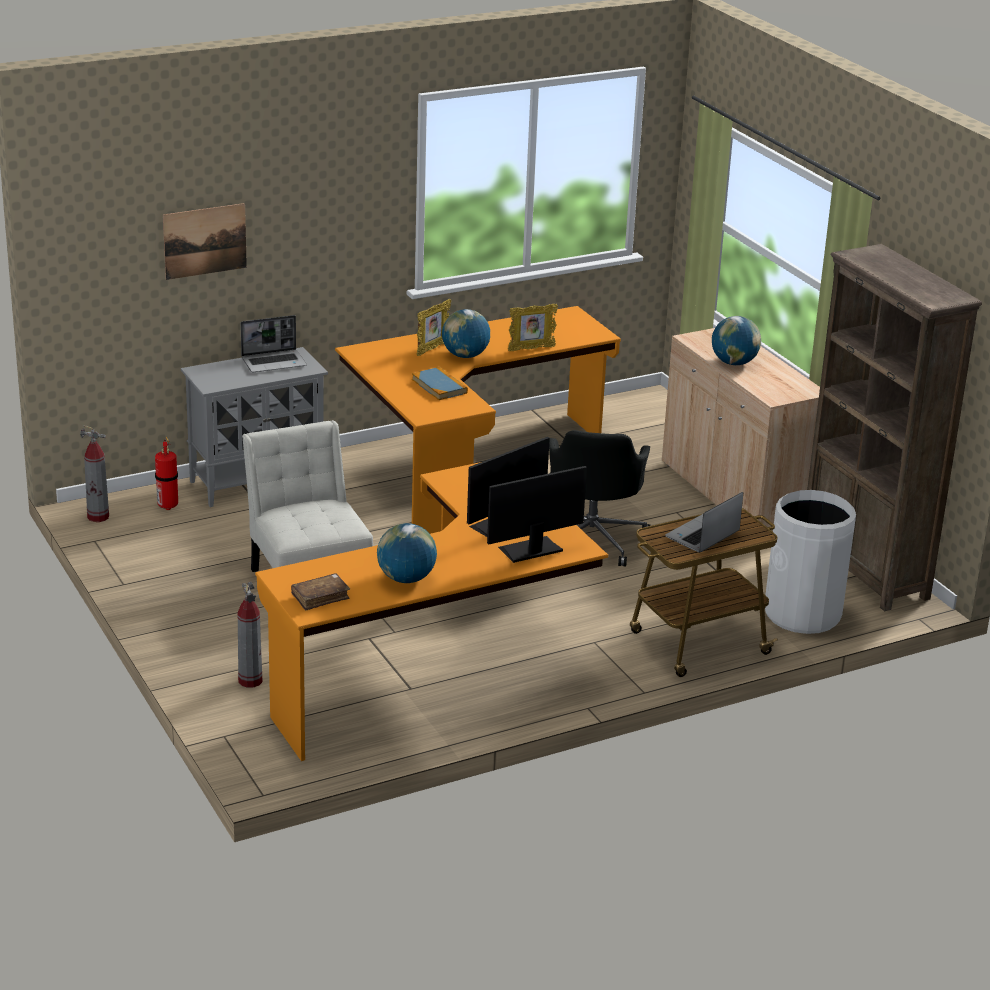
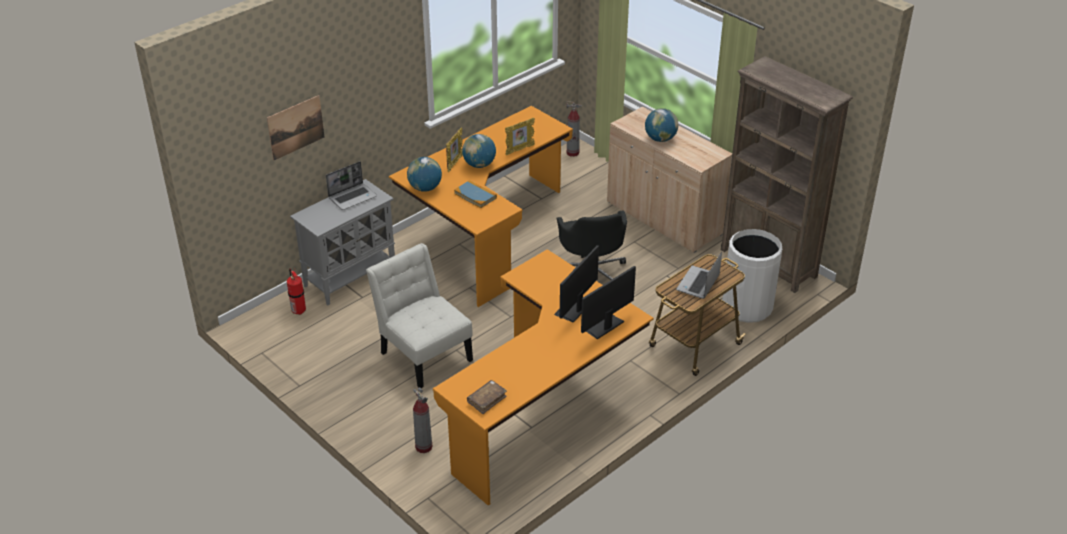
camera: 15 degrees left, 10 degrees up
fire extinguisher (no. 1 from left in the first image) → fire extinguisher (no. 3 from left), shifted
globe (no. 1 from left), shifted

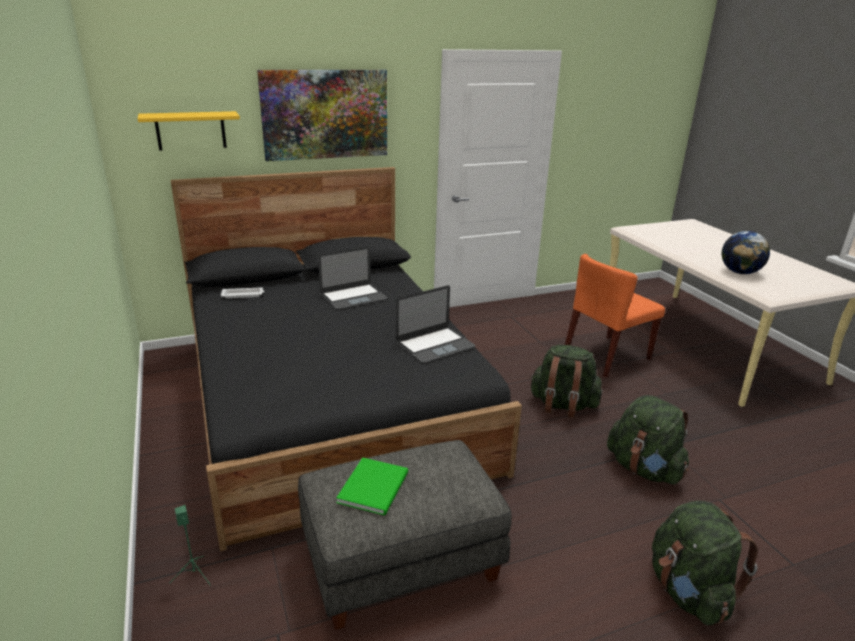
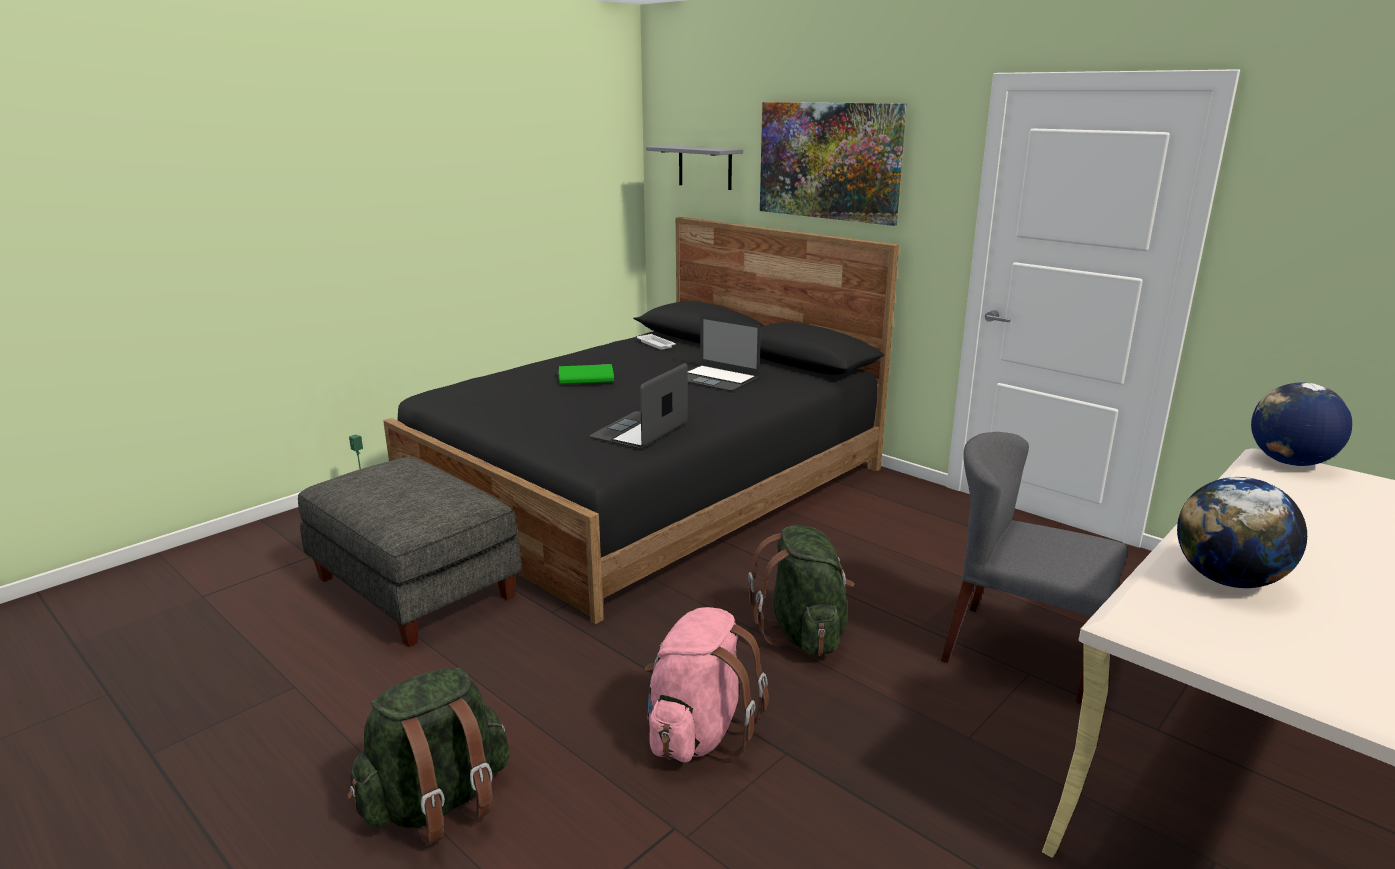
camera: 65 degrees right, 5 degrees down
- → globe (no. 2 from left)
bound book (green), shifted
wall shelf (yellowish) → wall shelf (greyish)
chair (orange-coloured) → chair (greyish)
backpack (green) (no. 2 from left) → backpack (pink)
laptop (no. 2 from left in the first image) → laptop (no. 1 from left), 90 degrees clockwise

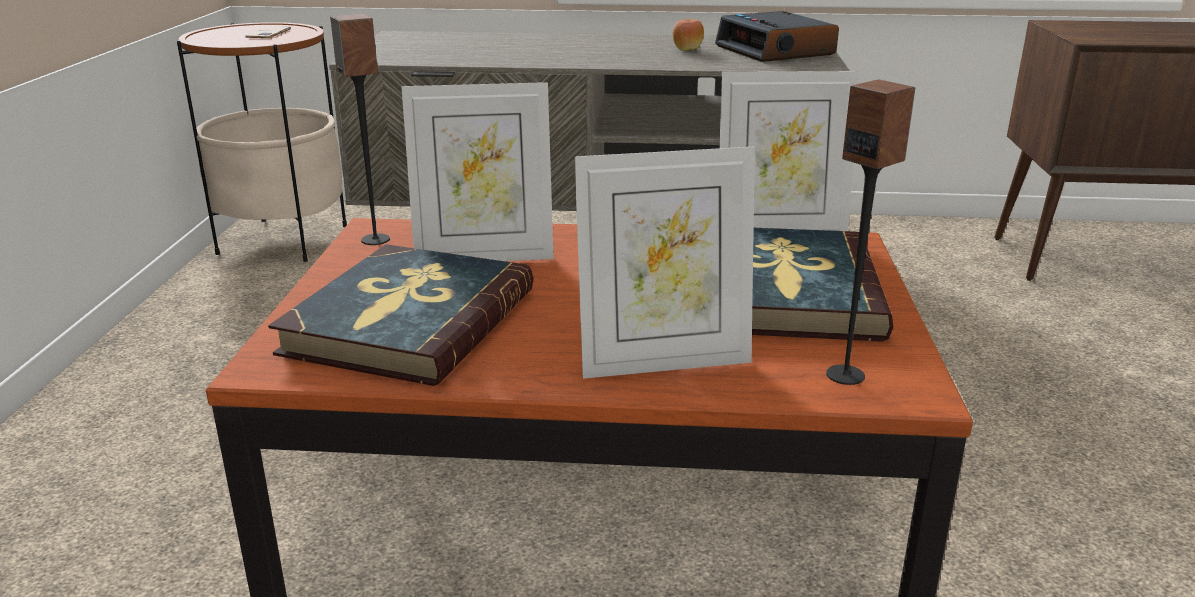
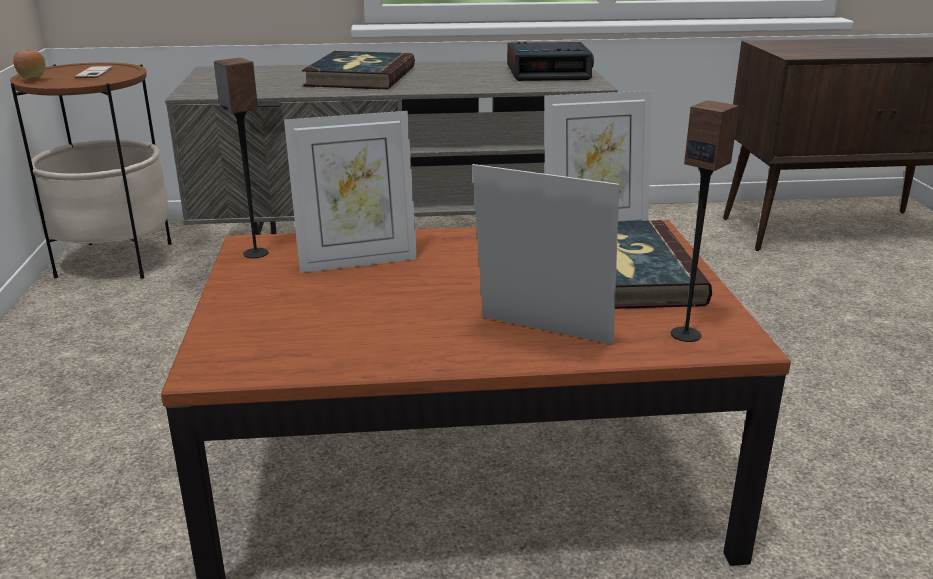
camera: 10 degrees left, 0 degrees up
bound book (no. 1 from left), shifted
apple, shifted
standing frame (no. 2 from left), 135 degrees counterclockwise
alarm clock, 60 degrees counterclockwise

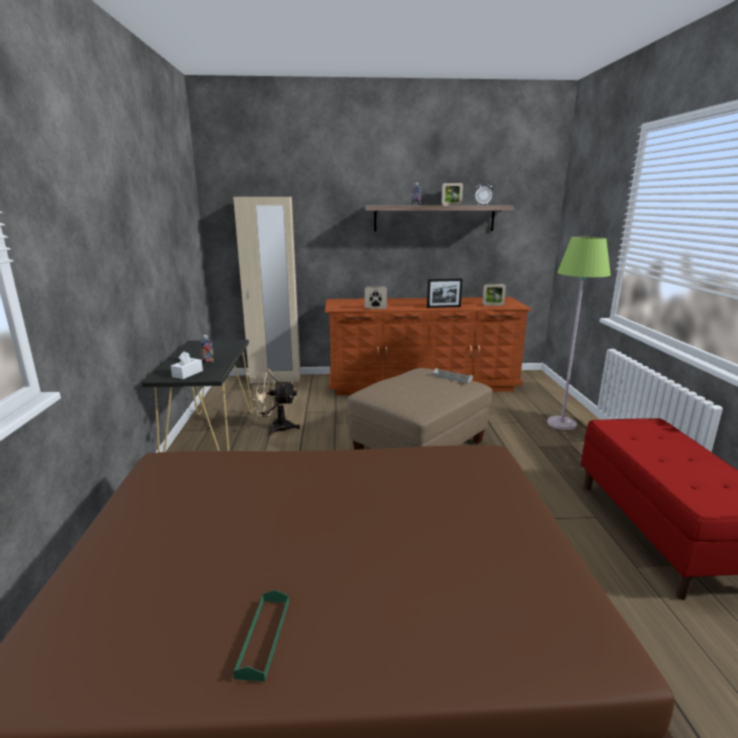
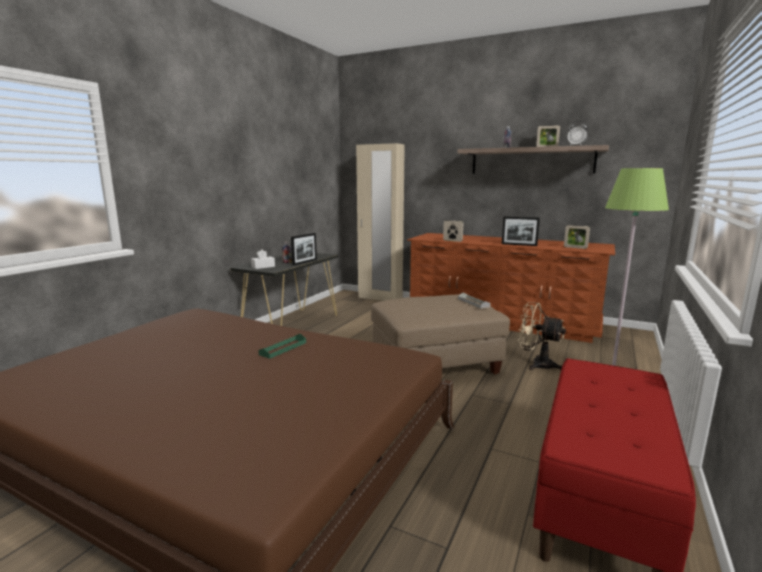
camera: 30 degrees right, 5 degrees down
- → standing frame (no. 1 from left)
tray (green), shifted
electric fan (beige), shifted

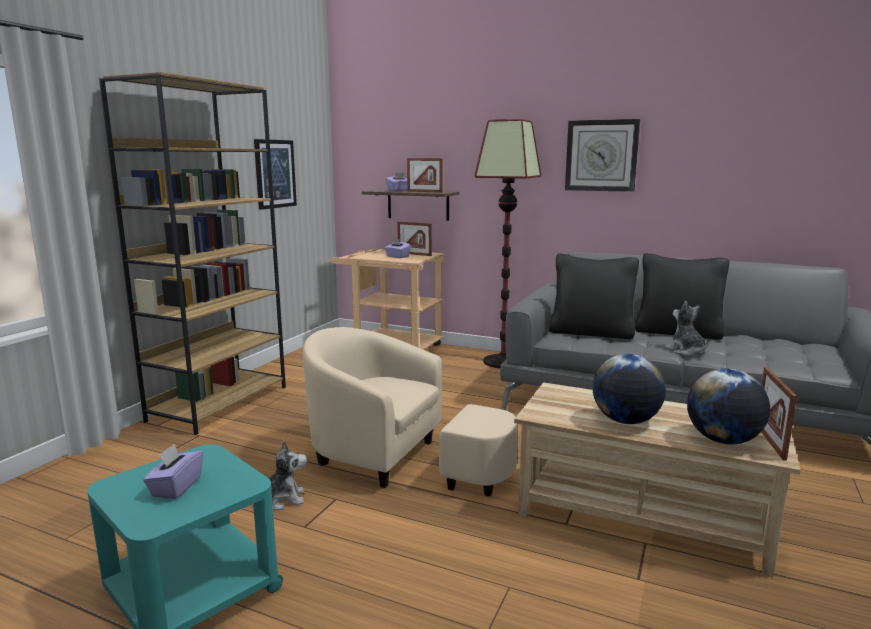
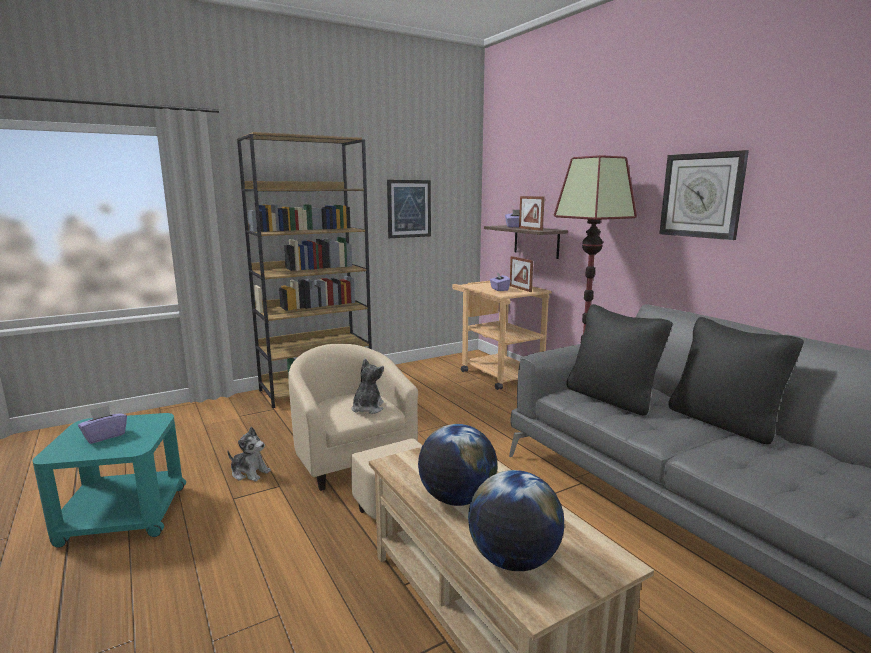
camera: 35 degrees right, 0 degrees up
standing frame (no. 3 from left) → -
plush toy (no. 2 from left), shifted

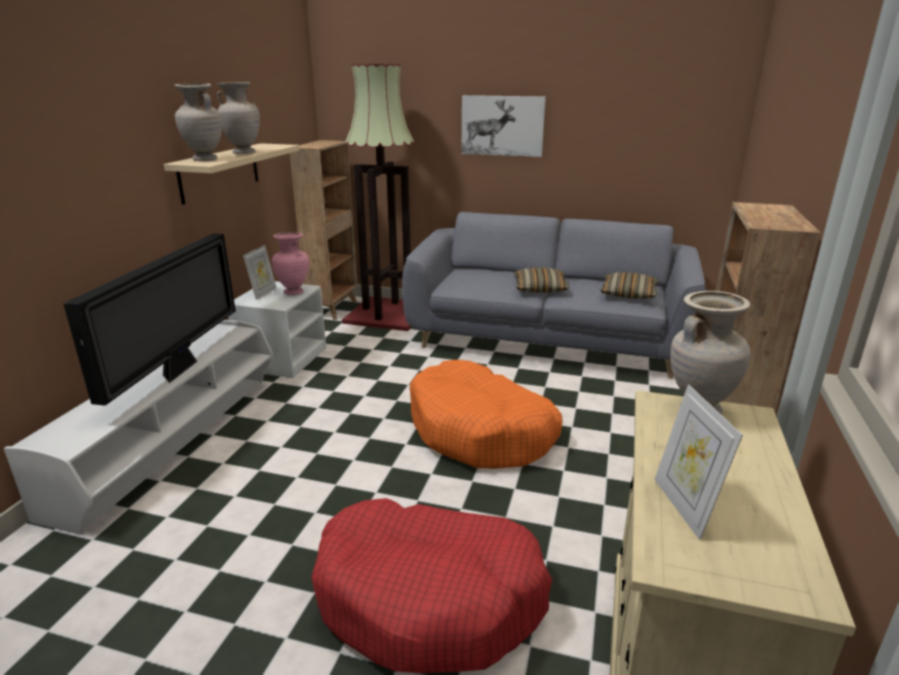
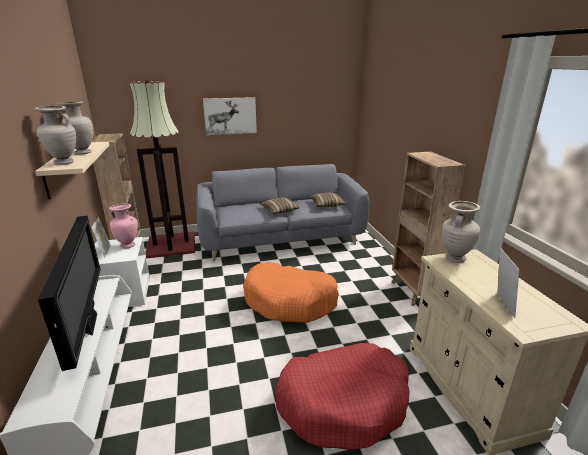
camera: 30 degrees left, 0 degrees up
standing frame (no. 2 from left), 135 degrees counterclockwise

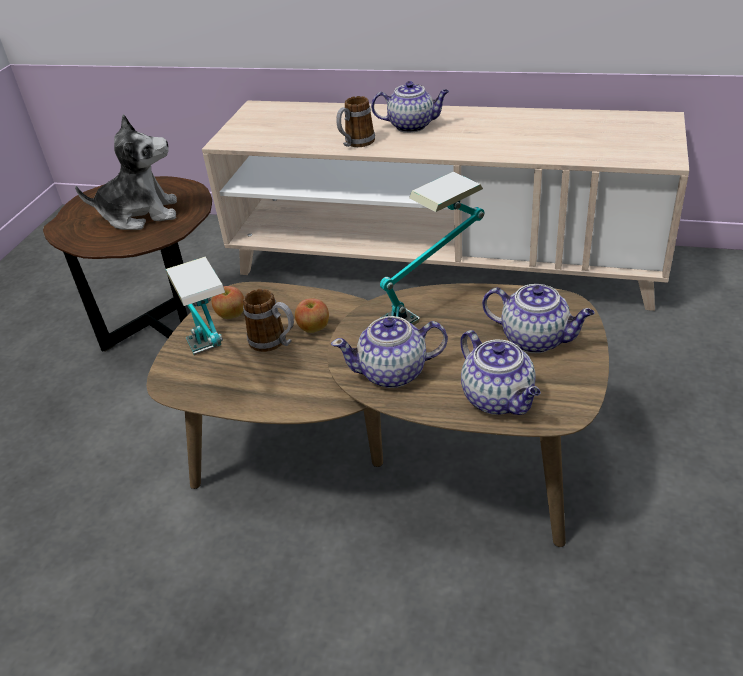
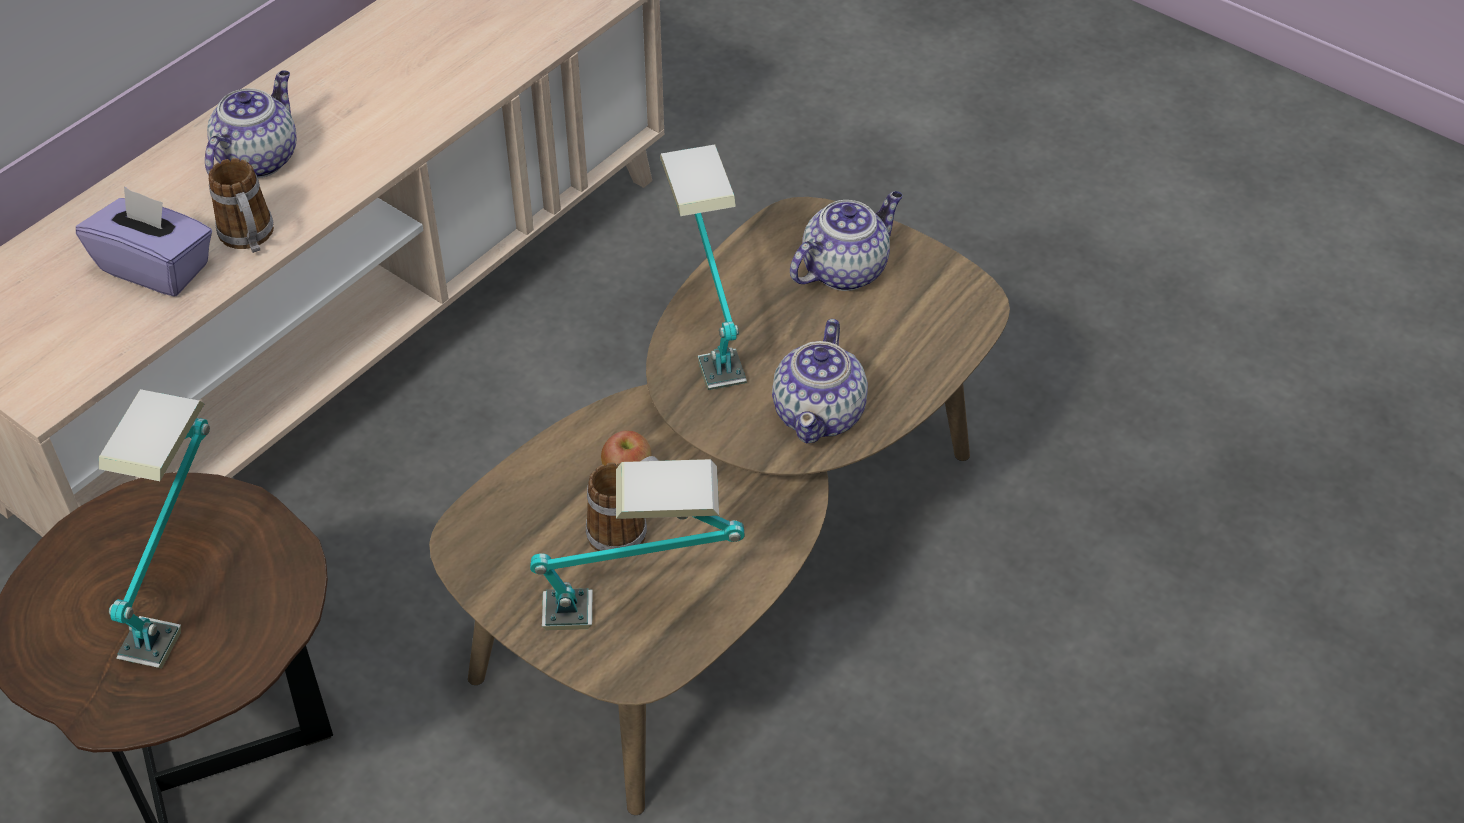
camera: 70 degrees left, 10 degrees up
apple (no. 1 from left) → -
teapot (no. 3 from left) → -
- → tissue box (purple)
plush toy → table lamp (no. 1 from left)

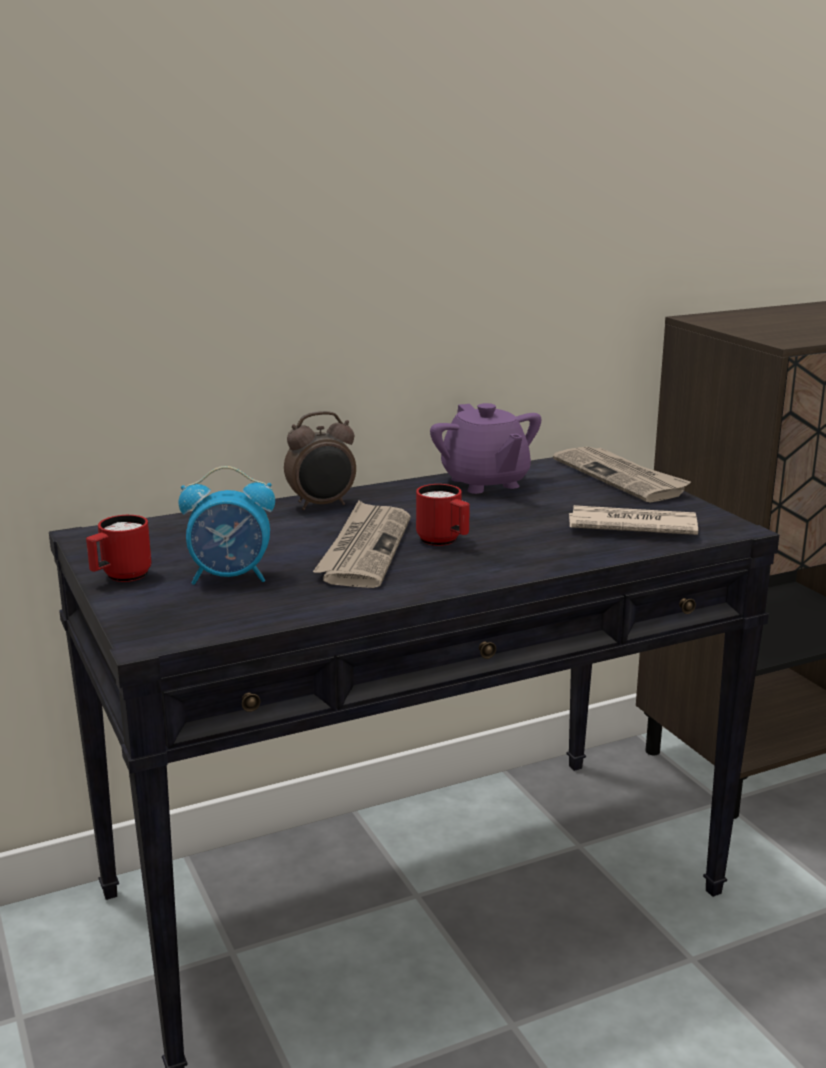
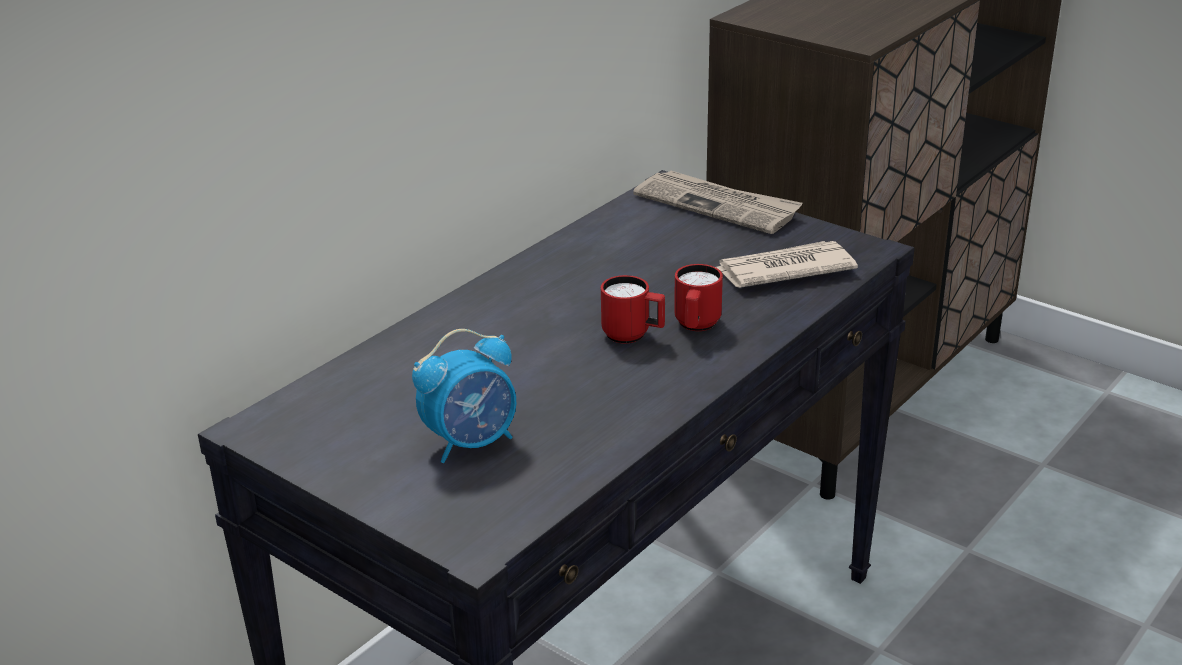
camera: 25 degrees left, 10 degrees up
alarm clock (no. 2 from left) → -
printed paper (no. 1 from left) → -
teapot (purple) → -
coffee mug (red-coloured) (no. 1 from left in the first image) → coffee mug (red-coloured) (no. 2 from left), shifted

